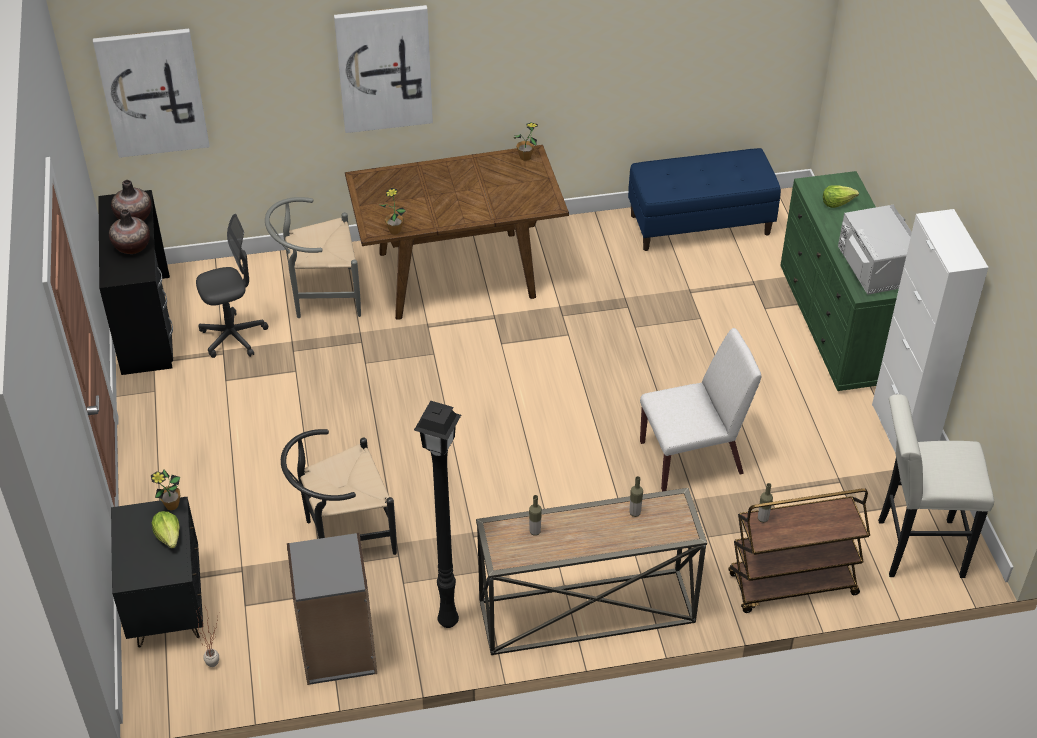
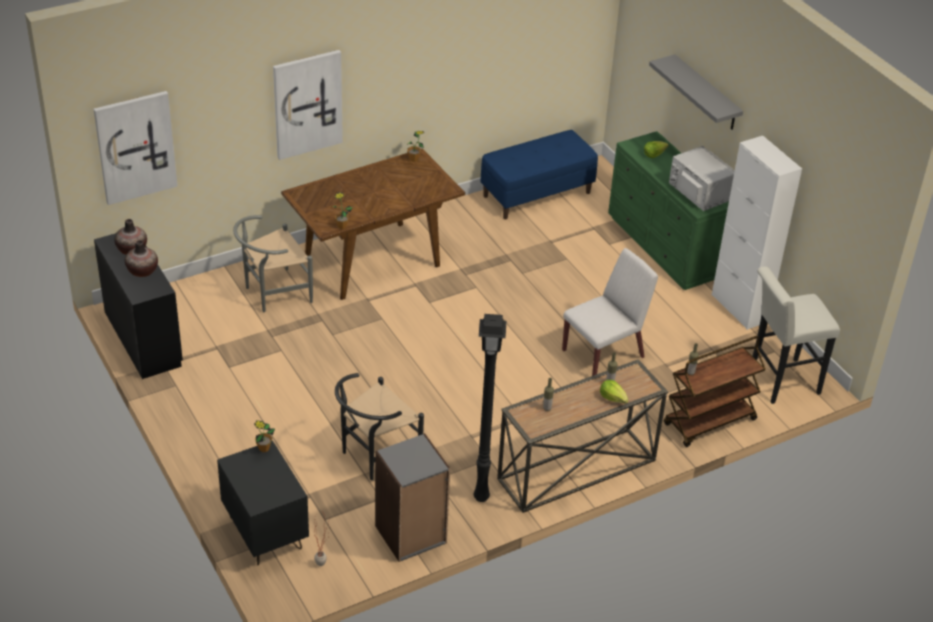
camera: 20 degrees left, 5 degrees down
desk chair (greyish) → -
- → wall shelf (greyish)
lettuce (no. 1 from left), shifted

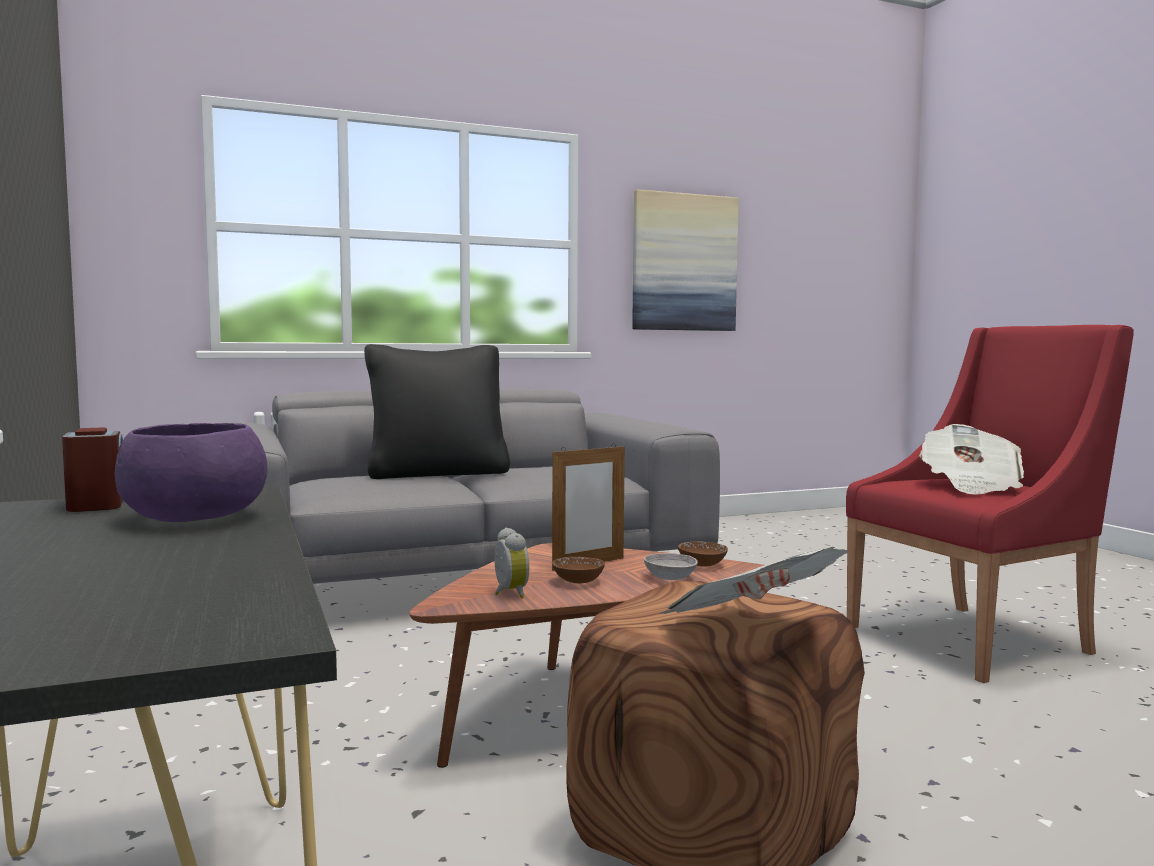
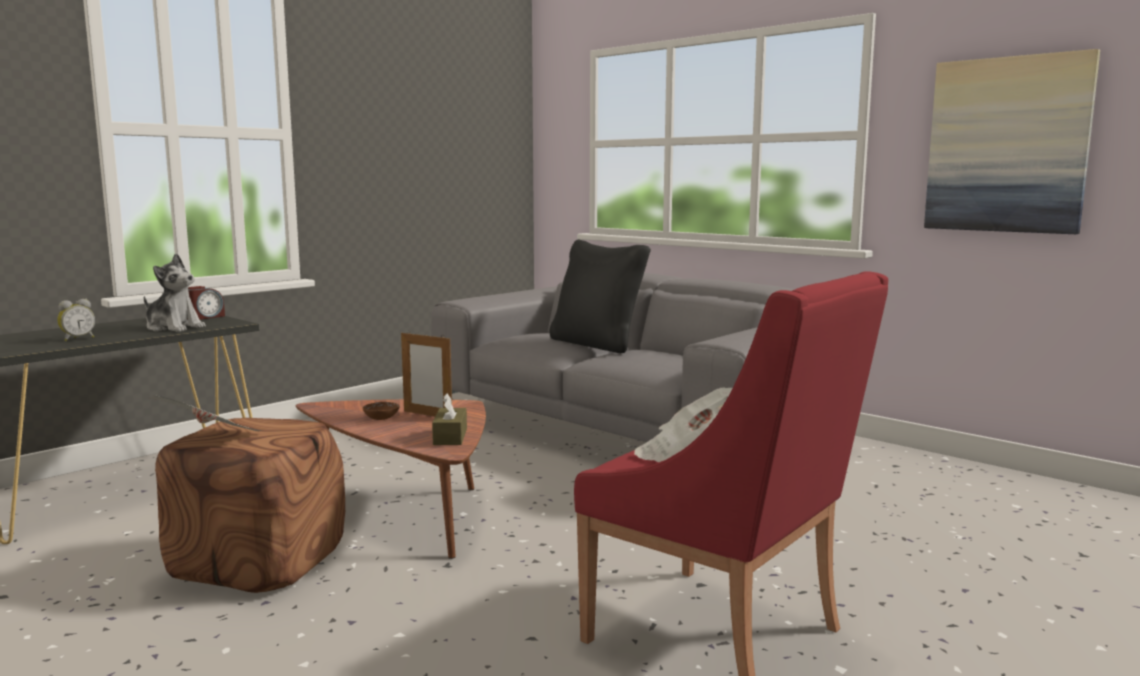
camera: 65 degrees right, 5 degrees up
bowl (greyish) → -
alarm clock (no. 2 from left in the first image) → alarm clock (no. 1 from left), shifted
bowl (purple) → plush toy
bowl (brown) (no. 2 from left) → tissue box (brown)

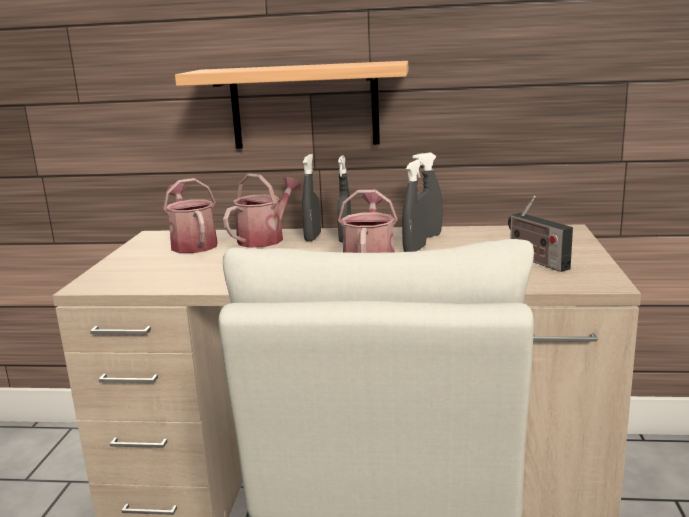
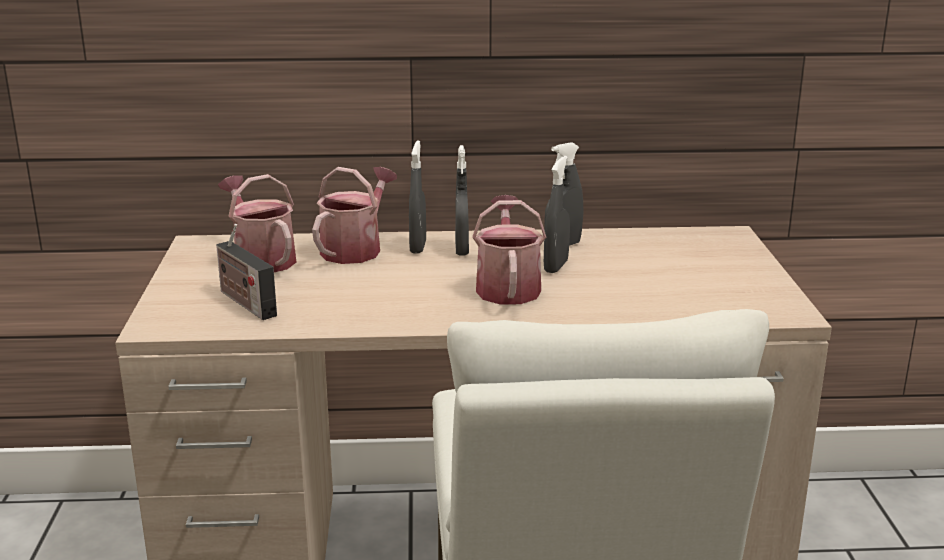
camera: 10 degrees left, 5 degrees up
wall shelf → -
radio receiver, shifted

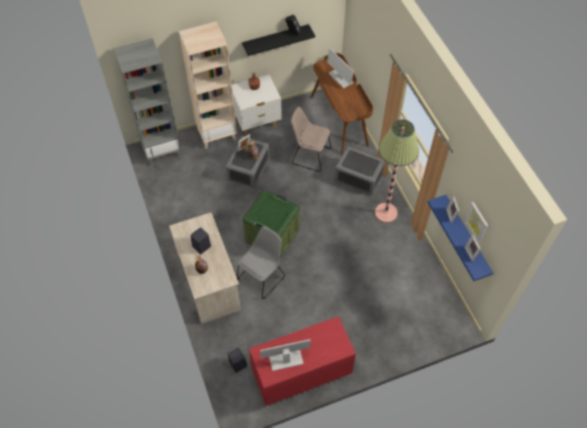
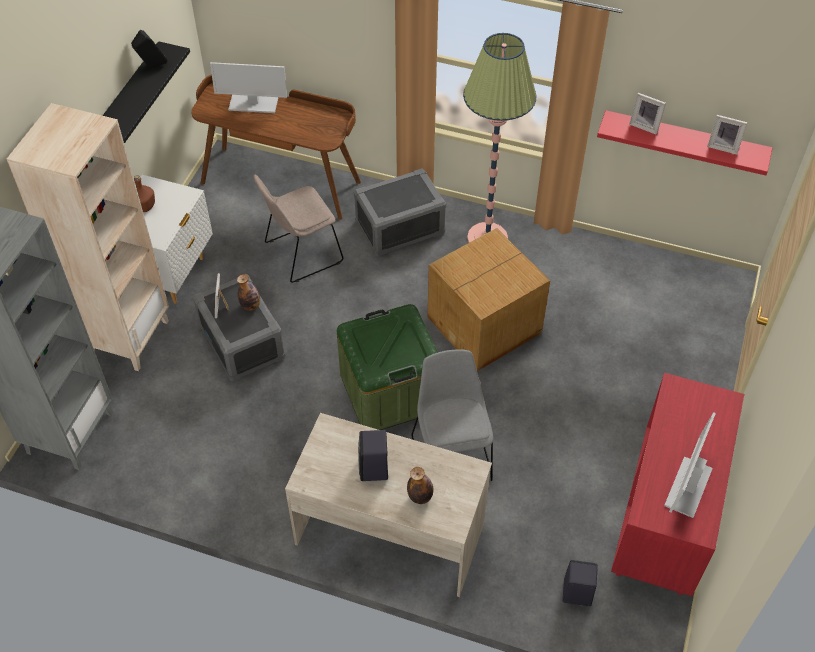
camera: 50 degrees left, 5 degrees down
wall picture → -
- → packing box
wall shelf (blue) → wall shelf (red-coloured)

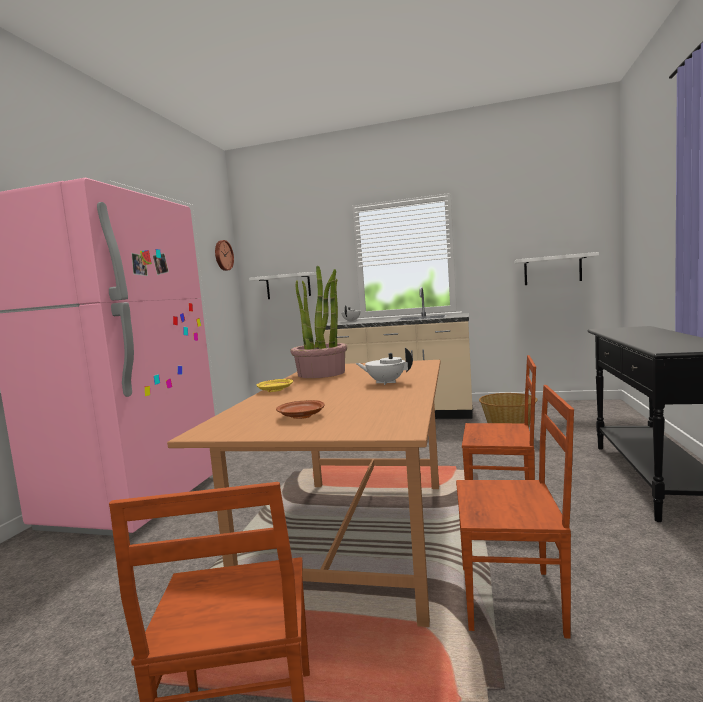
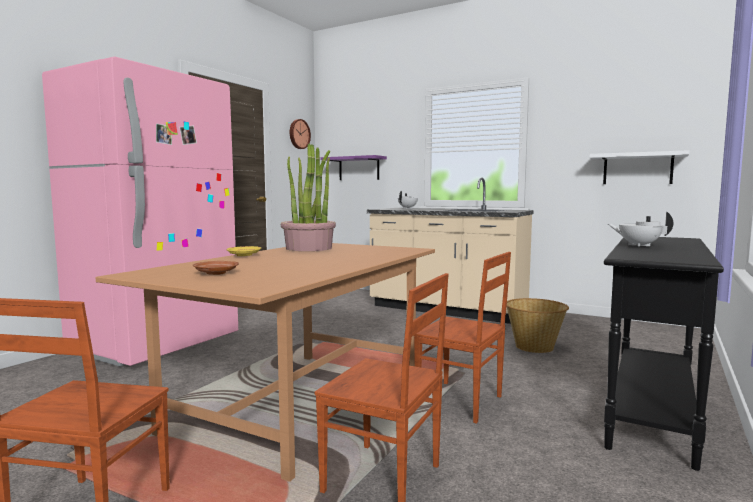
camera: 15 degrees right, 0 degrees up
teapot (white-coloured) (no. 2 from left), shifted
wall shelf (white-coloured) (no. 1 from left) → wall shelf (purple)

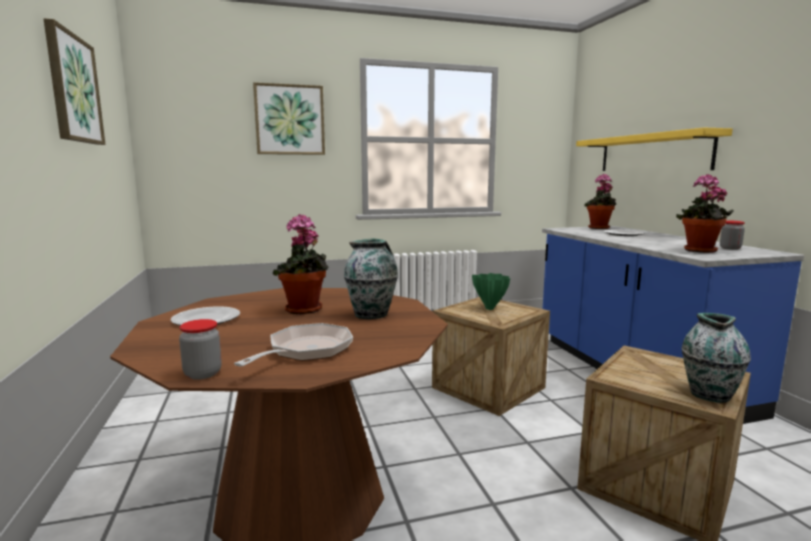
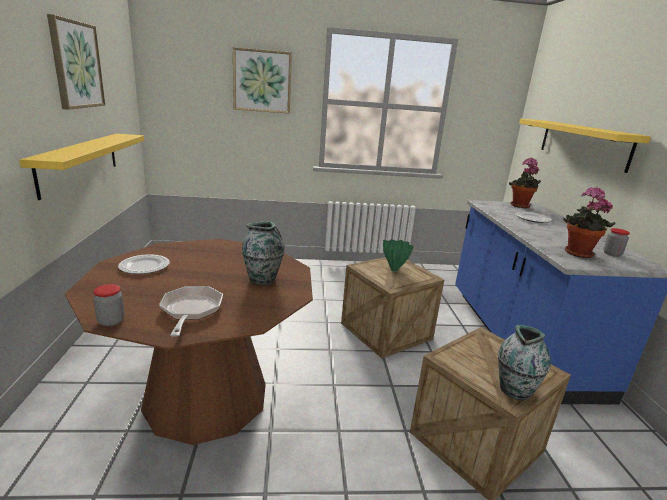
camera: 10 degrees right, 10 degrees up
houseplant (no. 1 from left) → -
- → wall shelf (yellowish) (no. 1 from left)
pan, 45 degrees counterclockwise

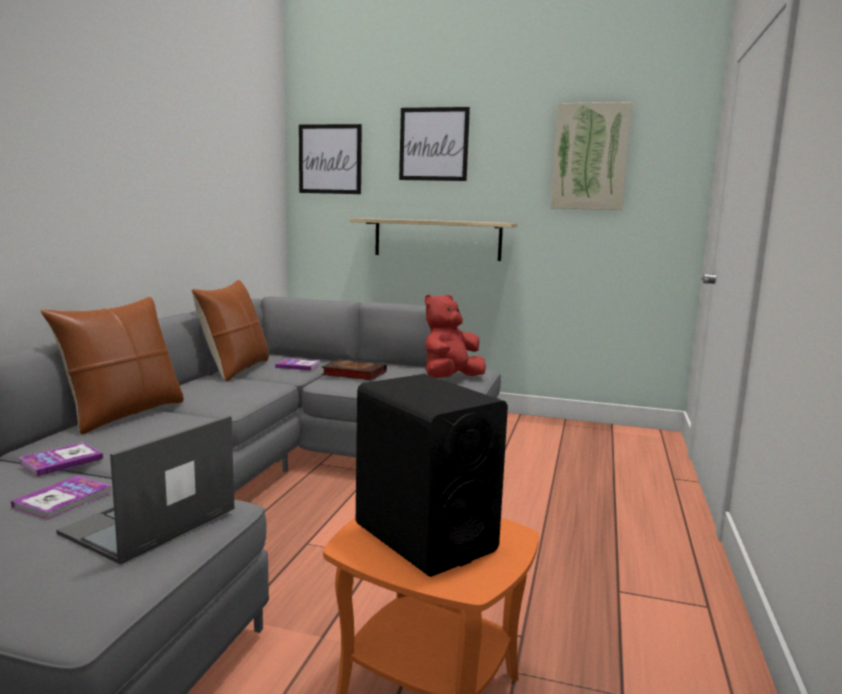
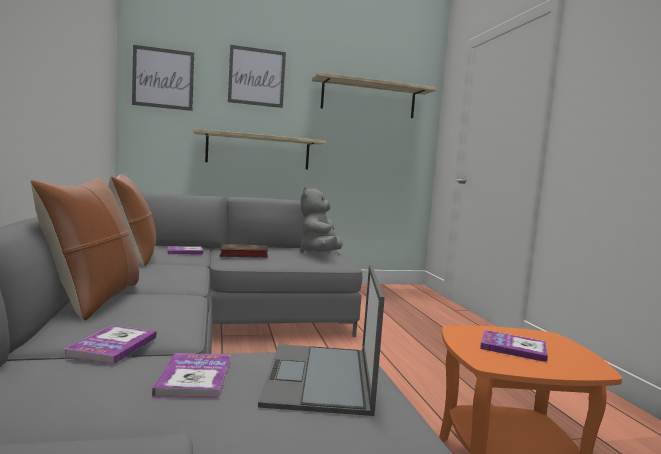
camera: 30 degrees left, 5 degrees down
speaker (black) → bound book (no. 5 from left)
wall picture (no. 3 from left) → wall shelf (no. 2 from left)
plush toy (red-coloured) → plush toy (greyish)

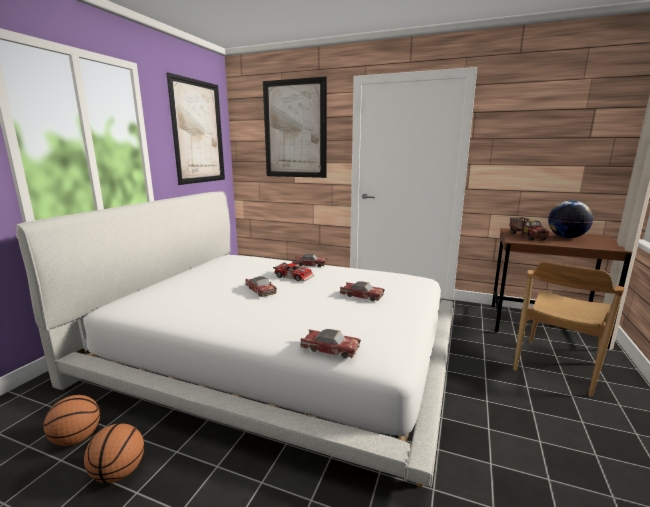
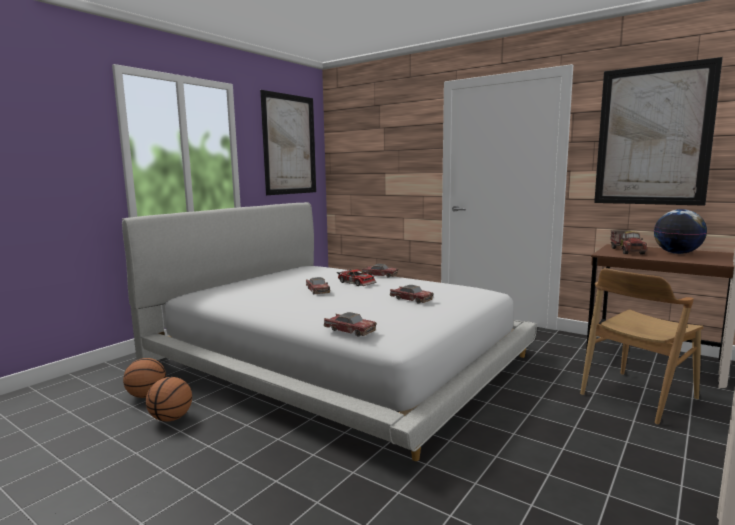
camera: 15 degrees right, 5 degrees down
wall picture (no. 2 from left), shifted

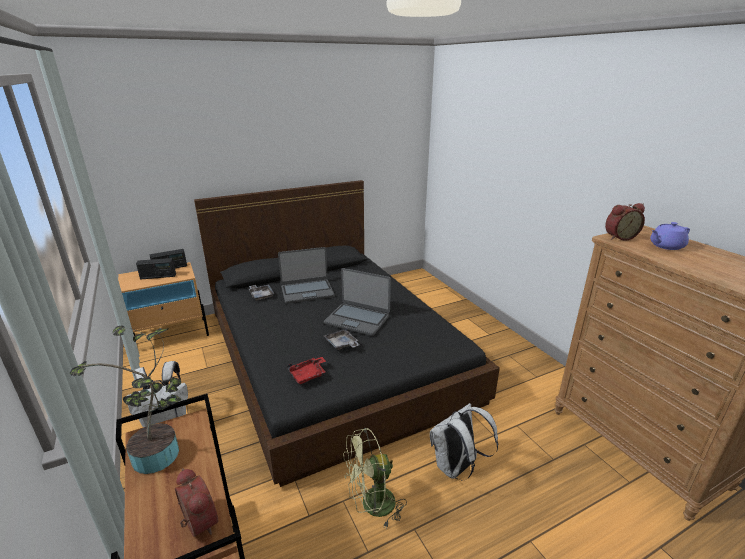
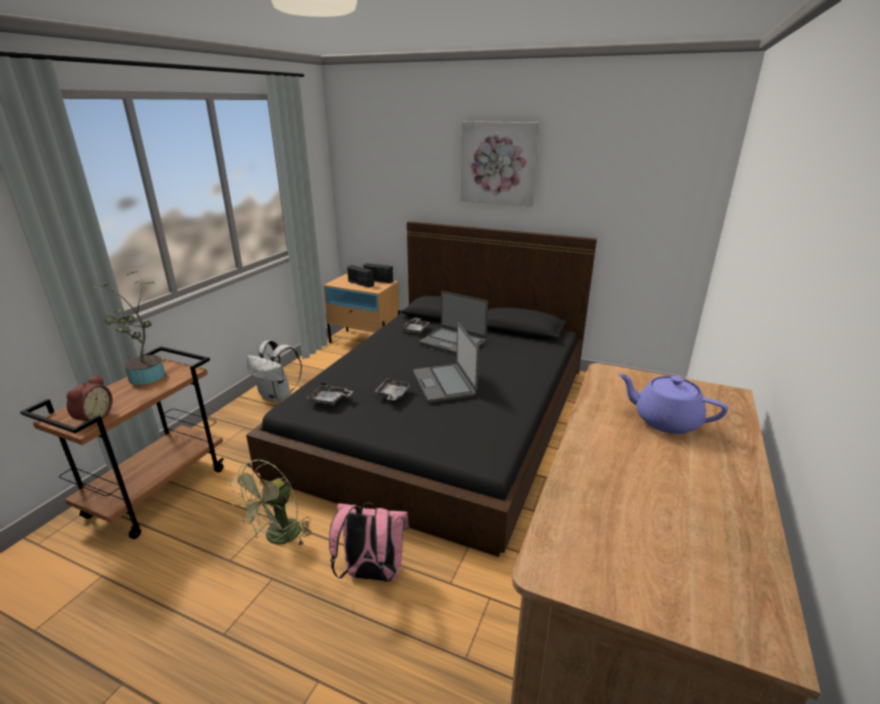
camera: 50 degrees right, 0 degrees up
alarm clock (no. 2 from left) → -
- → wall picture
tray (red-coloured) → tray (greyish) (no. 1 from left)
backpack (white-coloured) (no. 2 from left) → backpack (pink)
electric fan (green), 90 degrees counterclockwise

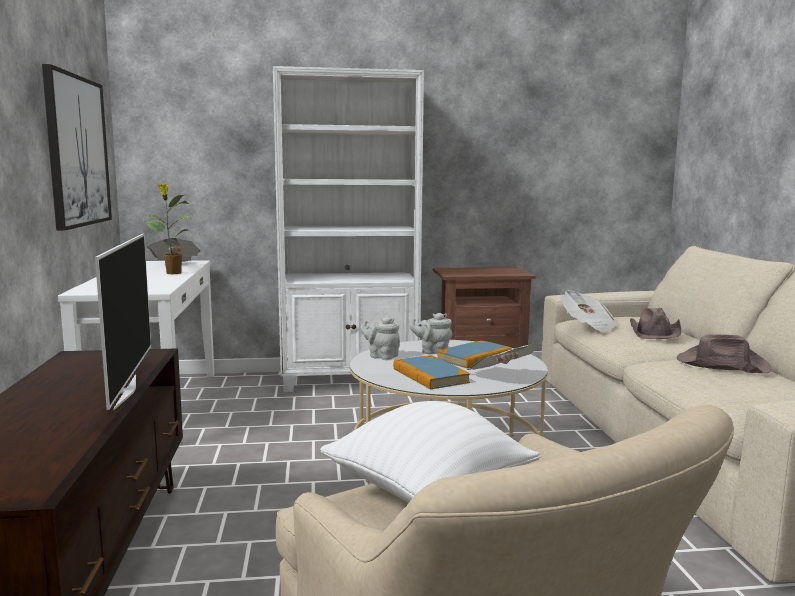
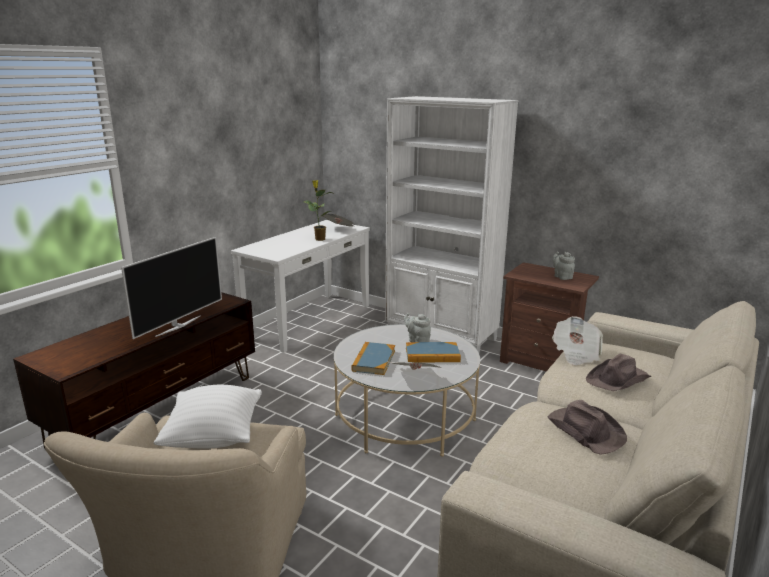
camera: 40 degrees right, 10 degrees up
wall picture → -
teapot (greyish) (no. 1 from left in the first image) → teapot (greyish) (no. 2 from left), shifted

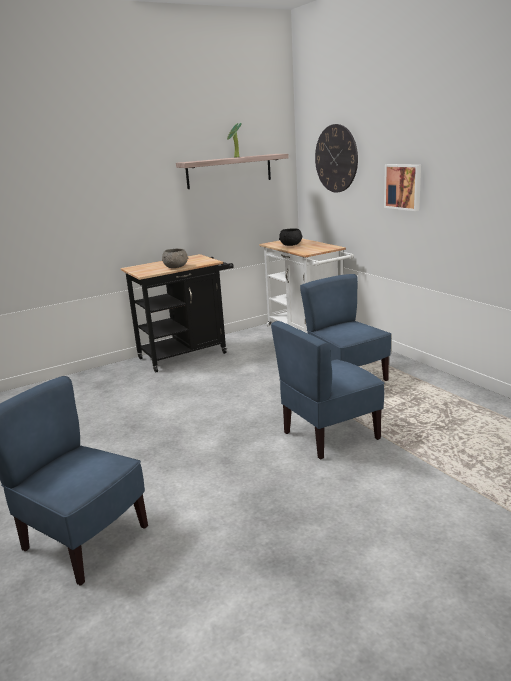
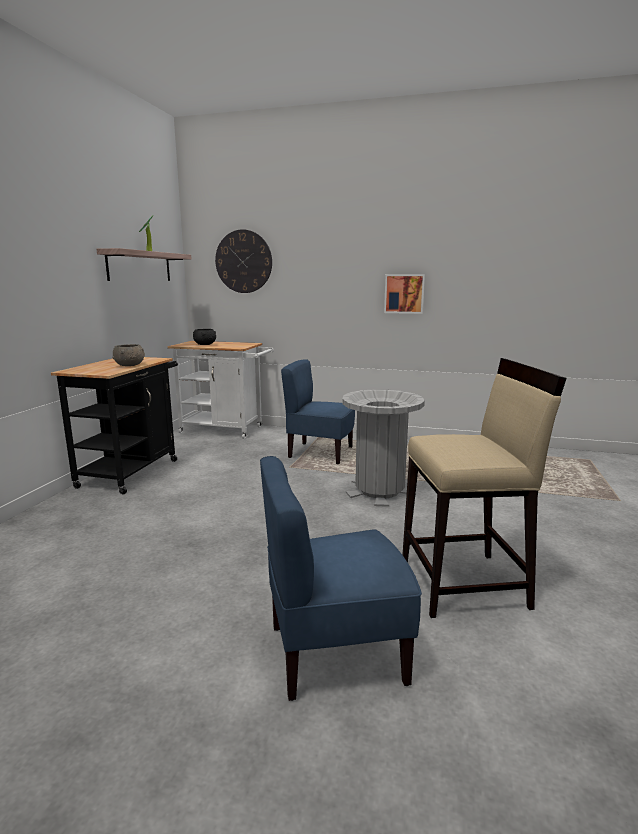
camera: 45 degrees left, 5 degrees down
- → stool (beige)
wall picture, shifted
chair (blue) (no. 2 from left) → rubbish bin (greyish)

